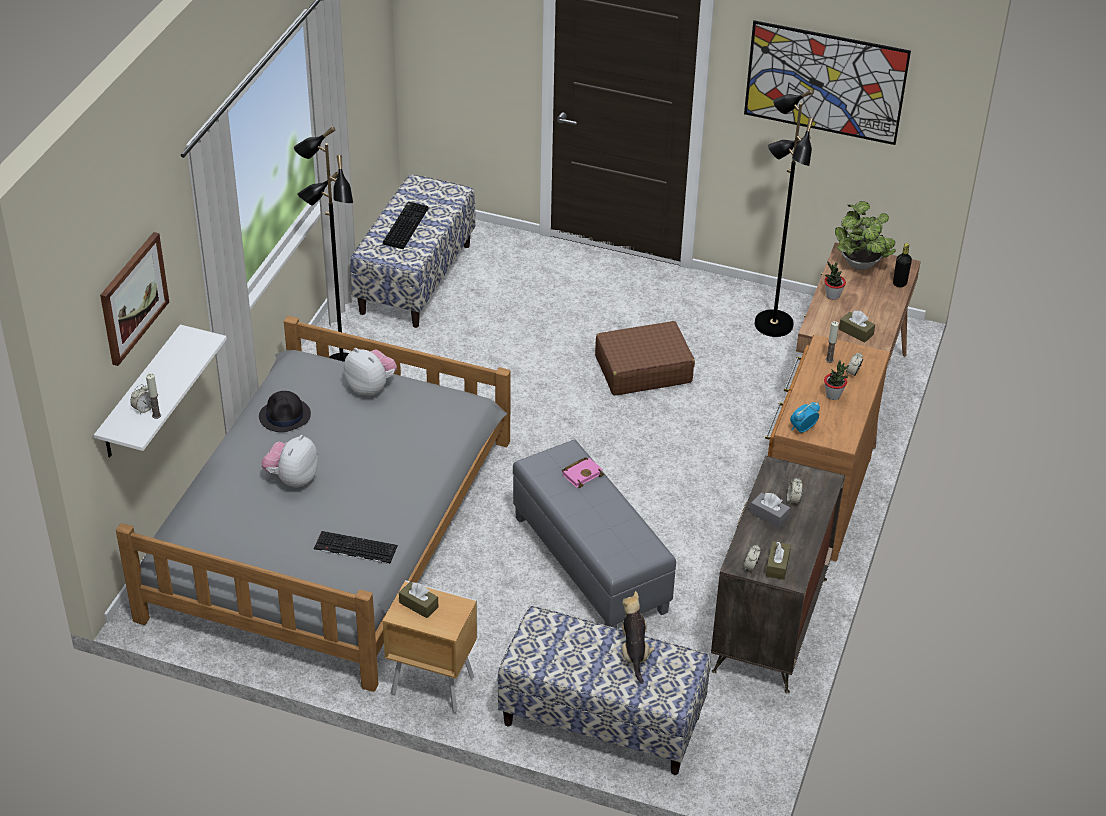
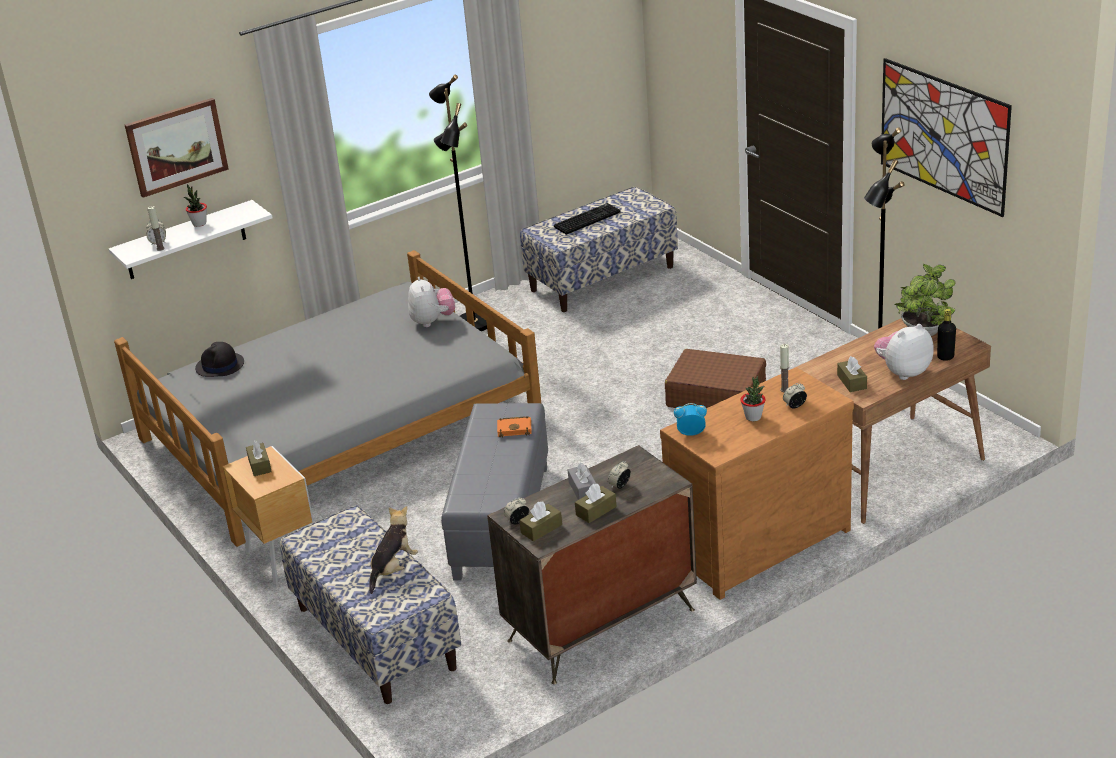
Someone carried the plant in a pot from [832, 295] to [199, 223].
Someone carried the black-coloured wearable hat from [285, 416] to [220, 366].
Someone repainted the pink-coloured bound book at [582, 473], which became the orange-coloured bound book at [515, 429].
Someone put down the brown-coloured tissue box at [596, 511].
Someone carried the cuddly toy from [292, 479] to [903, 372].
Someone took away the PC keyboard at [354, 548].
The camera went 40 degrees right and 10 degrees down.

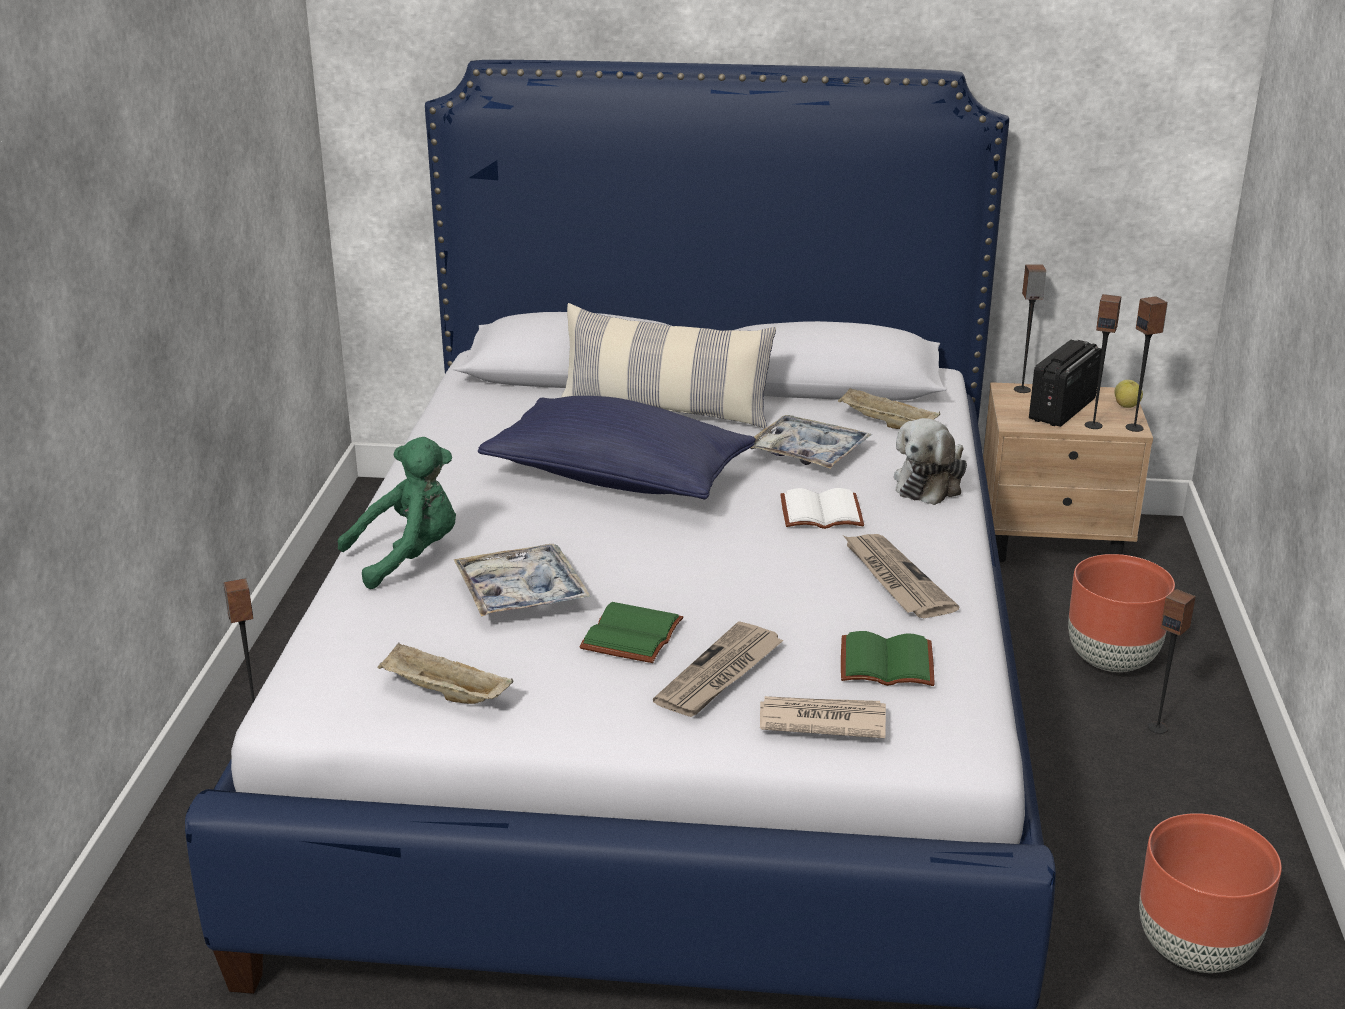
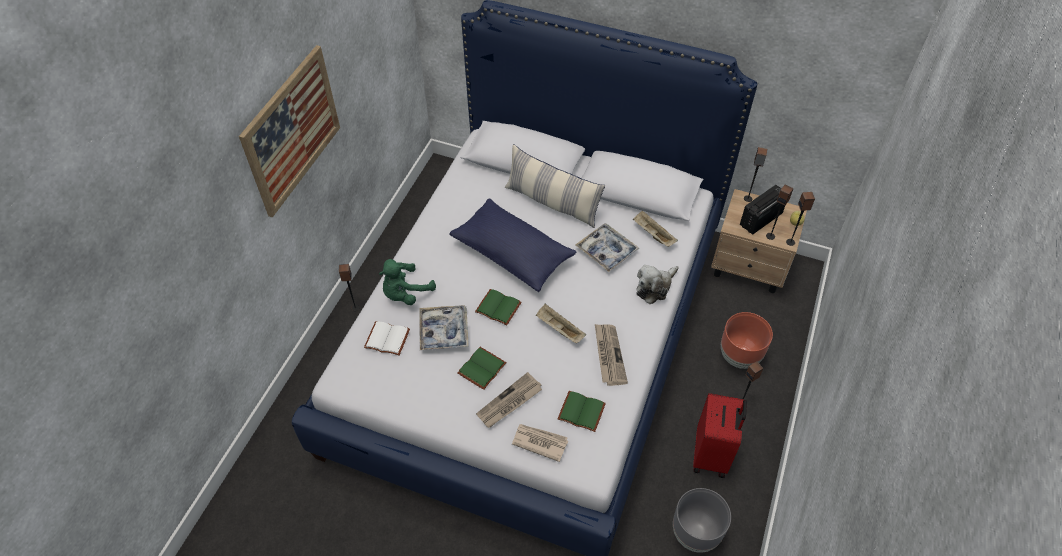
Someone put up the wall art at [292, 131].
Someone carried the white-coloured bound book from [822, 511] to [388, 338].
Someone rotated the green cuddly toy at [408, 557] by 150 degrees clockwise.
Someone put down the green bound book at [499, 307].
Someone carried the sand-coloured carrying tray from [443, 694] to [559, 329].
Someone repainted the brown-coloured plant pot at [1195, 952], which became the gray plant pot at [695, 534].
Someone put down the red travel case at [712, 455].
The camera went 15 degrees right and 25 degrees up.

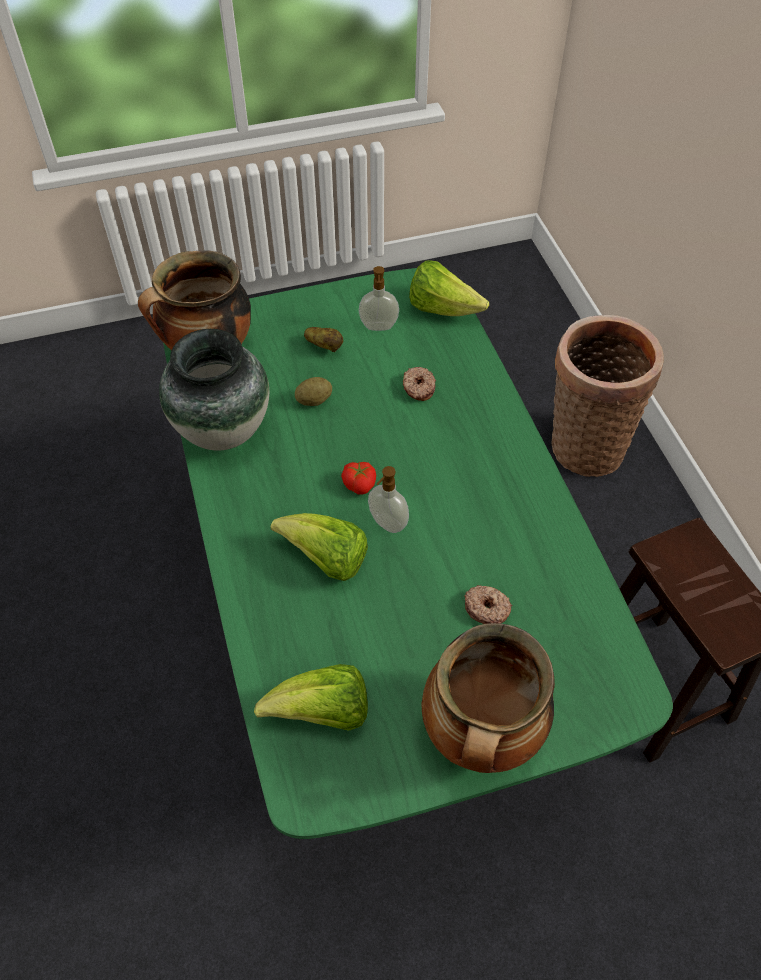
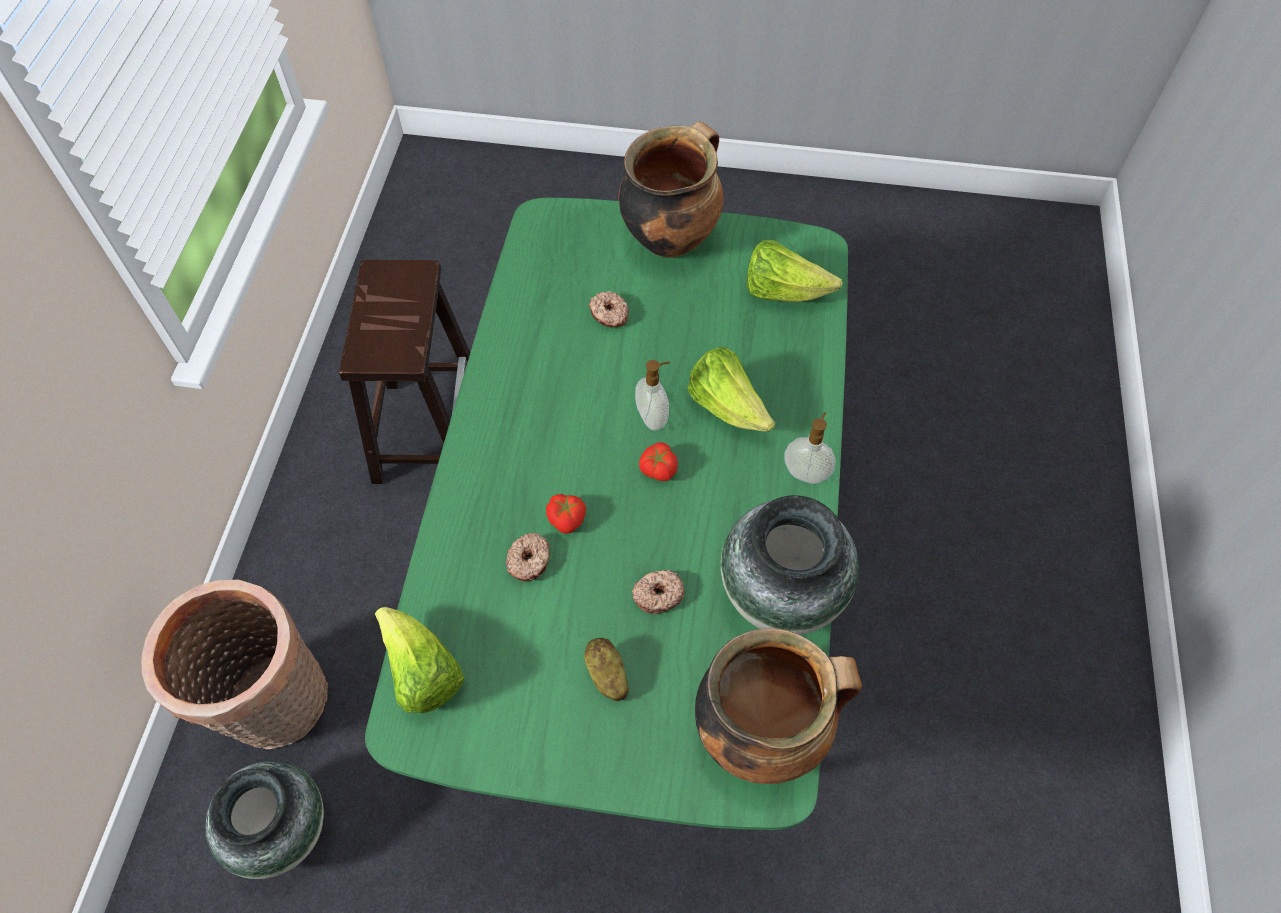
Someone put down the flower vase at [283, 830].
Someone put down the whole tomato at [567, 518].
Someone swapped the potato at [314, 400] for the doughnut at [658, 594].
Someone carried the soap dispenser from [379, 327] to [806, 473].
The camera went 155 degrees left and 5 degrees up.

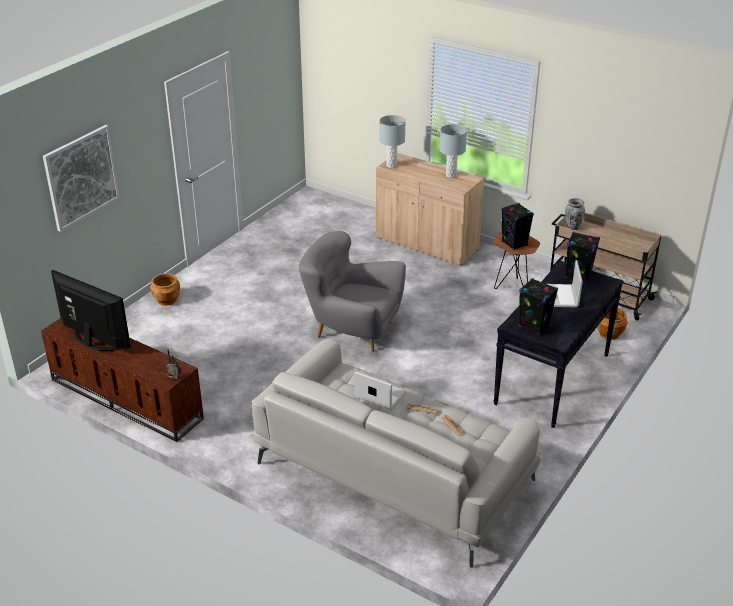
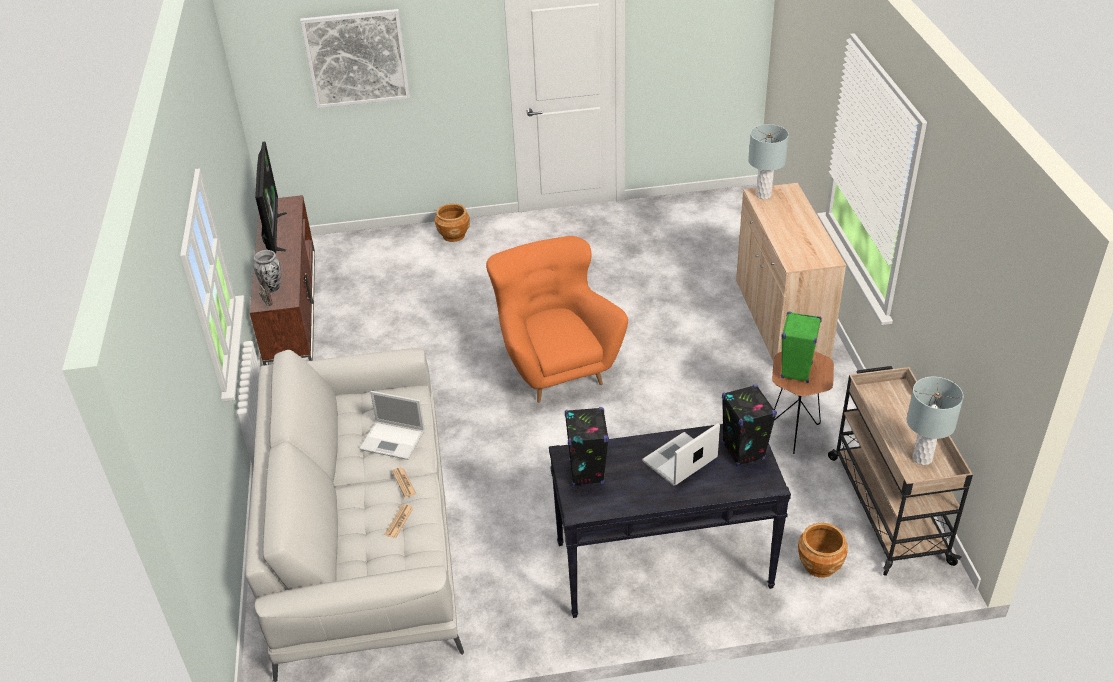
Someone carried the flower vase from [572, 227] to [272, 288].
Someone rotated the notebook computer at [379, 395] by 120 degrees clockwise.
Someone repainted the gray easy chair at [352, 330], which became the orange-coloured easy chair at [555, 367].
Someone repainted the black-coloured loudspeaker at [514, 244], which became the green loudspeaker at [796, 371].
Someone carried the gray lamp for a table from [451, 175] to [921, 458].
The camera went 50 degrees right and 5 degrees up.

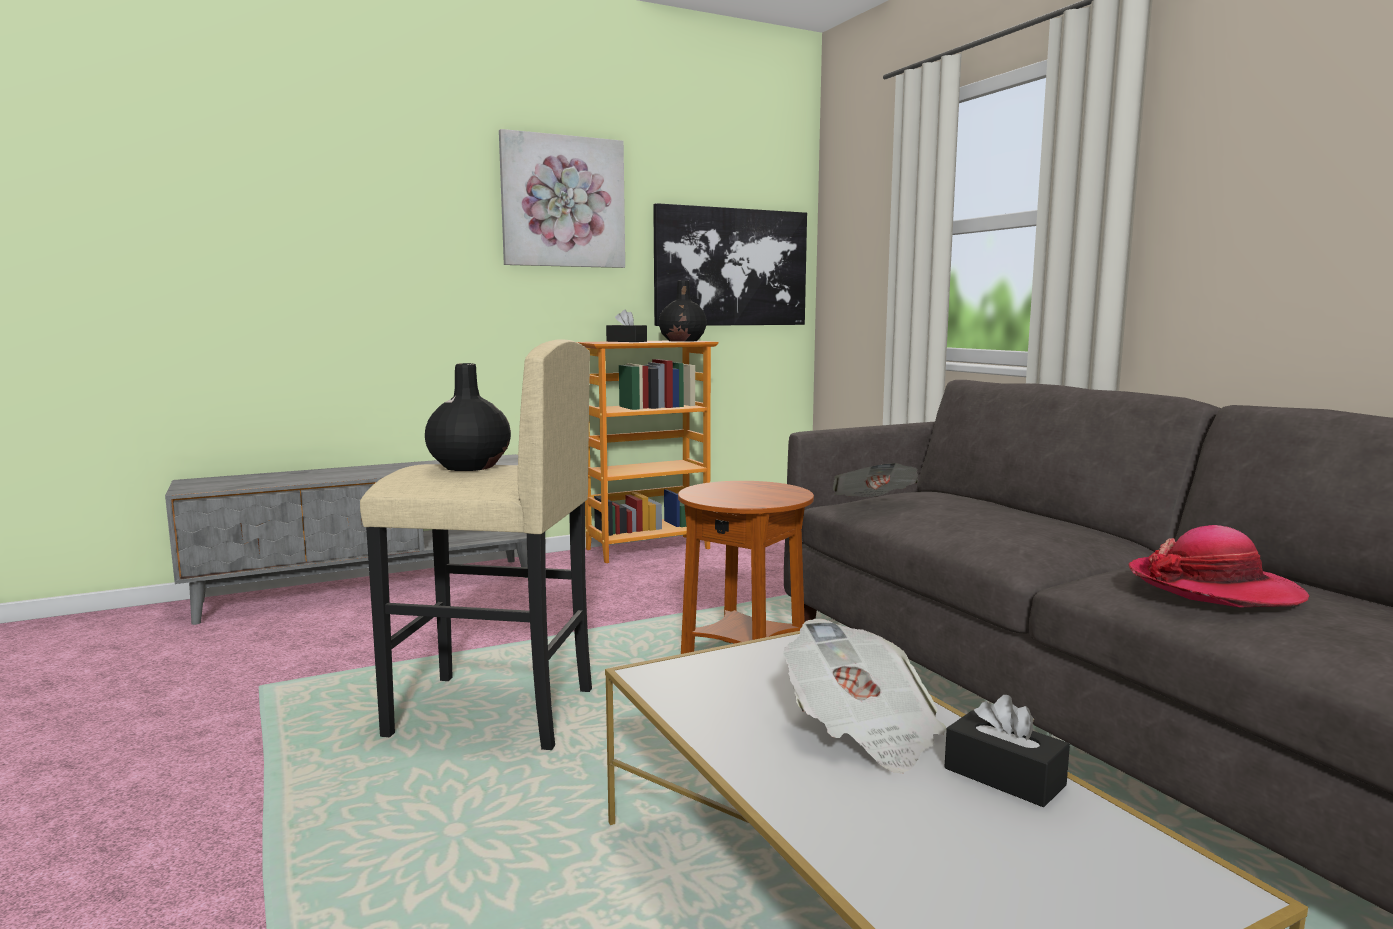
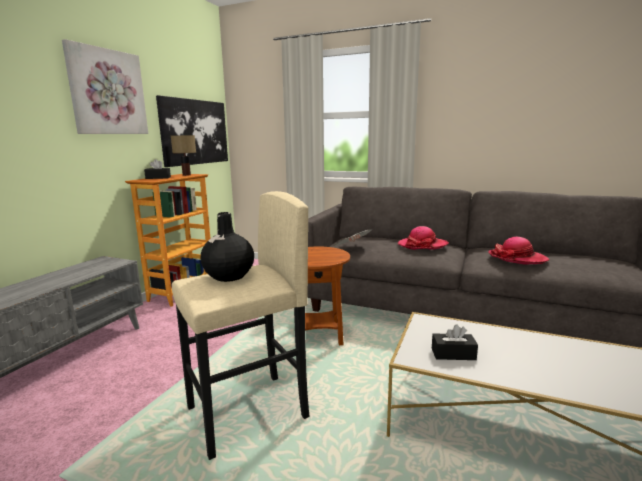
Someone swapped the black-coloured flower vase at [683, 341] for the lamp for a table at [187, 175].
Someone put down the wearable hat at [422, 245].
Someone carried the black-coloured tissue box from [1004, 777] to [453, 354].
Someone took away the printed paper at [862, 732].
The camera went 40 degrees left and 5 degrees up.

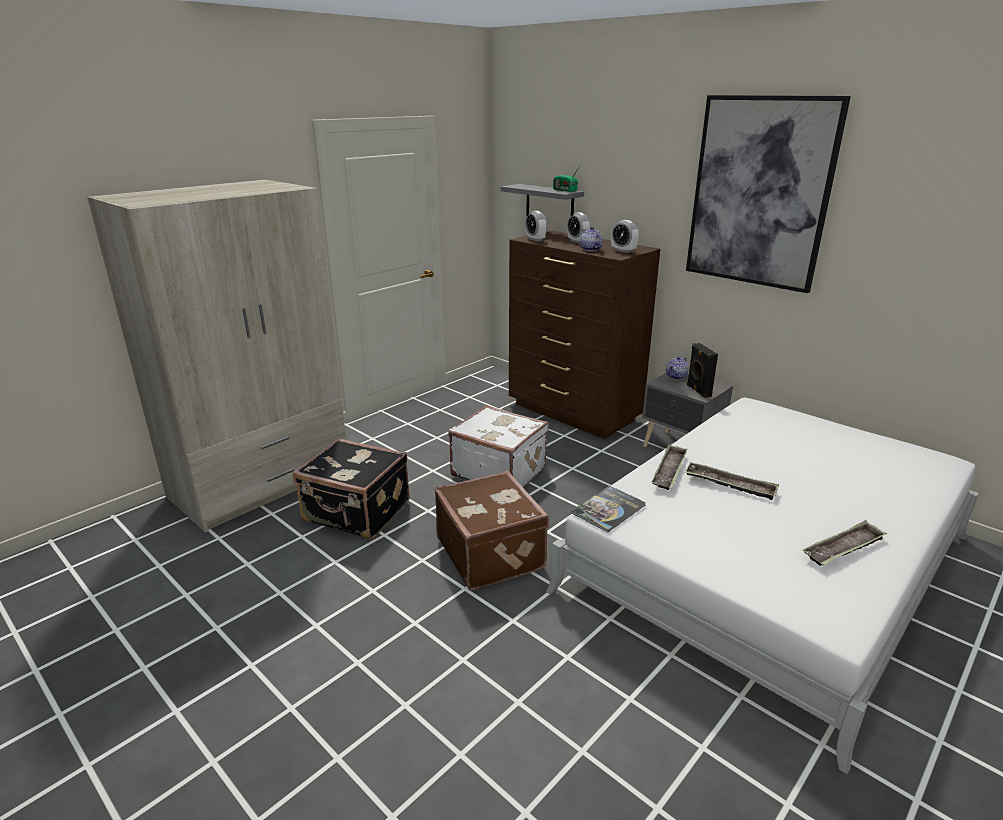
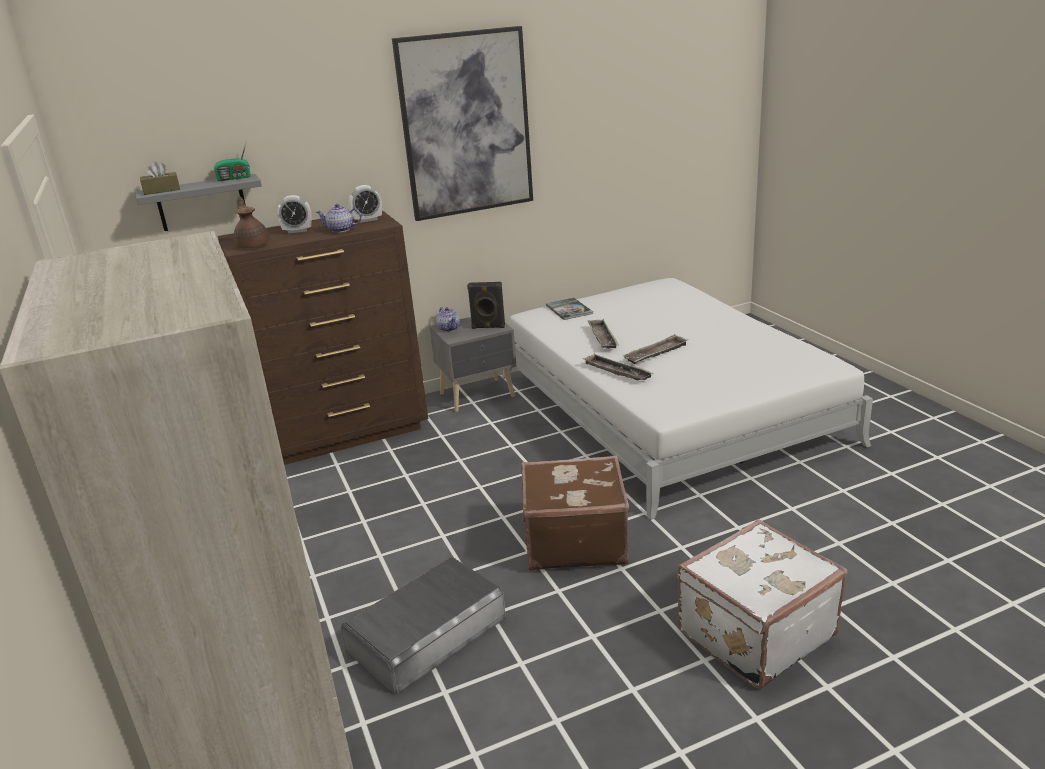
Someone put down the brown-coloured tissue box at [162, 190].
Someone swapped the table clock at [535, 239] for the brown-coloured teapot at [253, 245].
Someone swapped the black-coloured travel case at [356, 513] for the gray storage bin at [427, 633].
Someone carried the bound book from [608, 509] to [569, 309].
Someone carried the carrying tray from [843, 548] to [602, 338].
Someone carried the white-coloured travel case from [499, 471] to [753, 632].
The camera went 65 degrees left and 0 degrees up.

